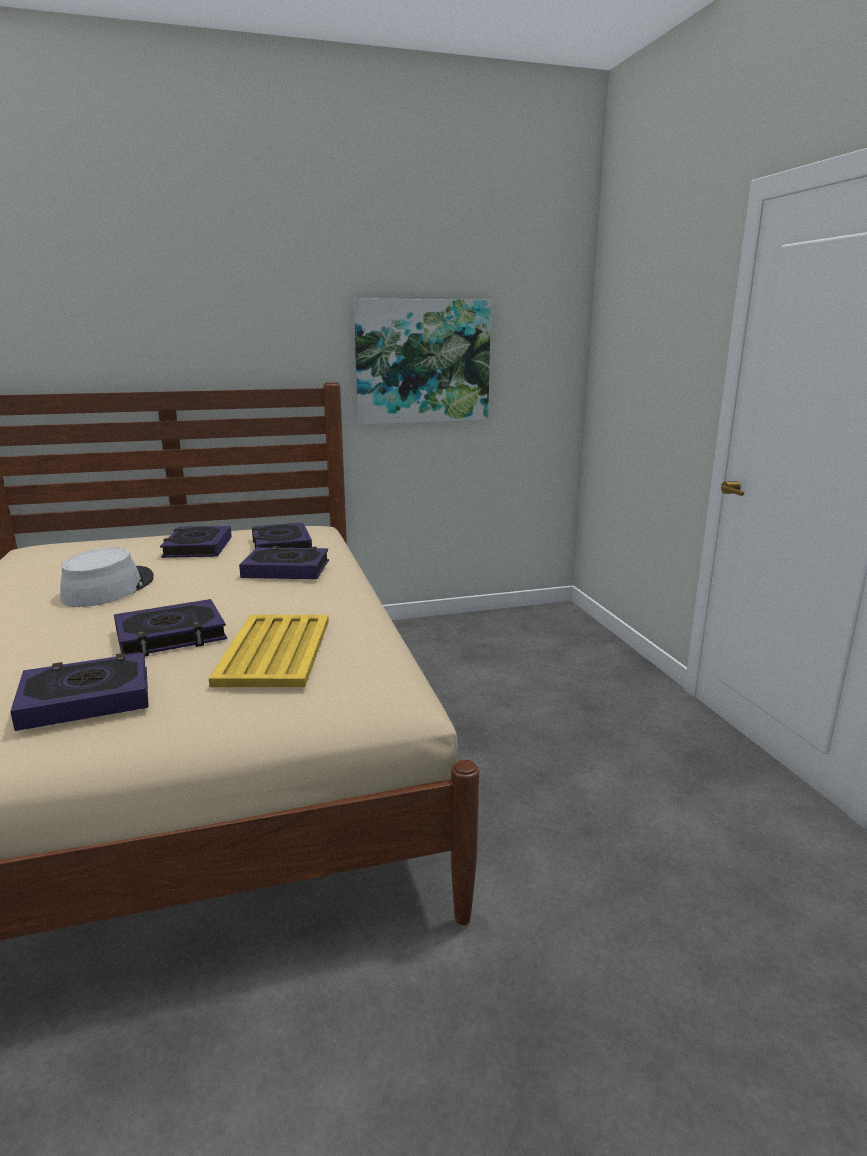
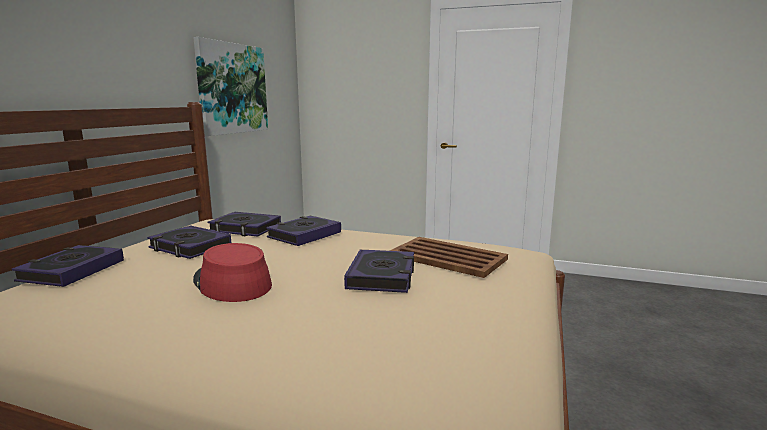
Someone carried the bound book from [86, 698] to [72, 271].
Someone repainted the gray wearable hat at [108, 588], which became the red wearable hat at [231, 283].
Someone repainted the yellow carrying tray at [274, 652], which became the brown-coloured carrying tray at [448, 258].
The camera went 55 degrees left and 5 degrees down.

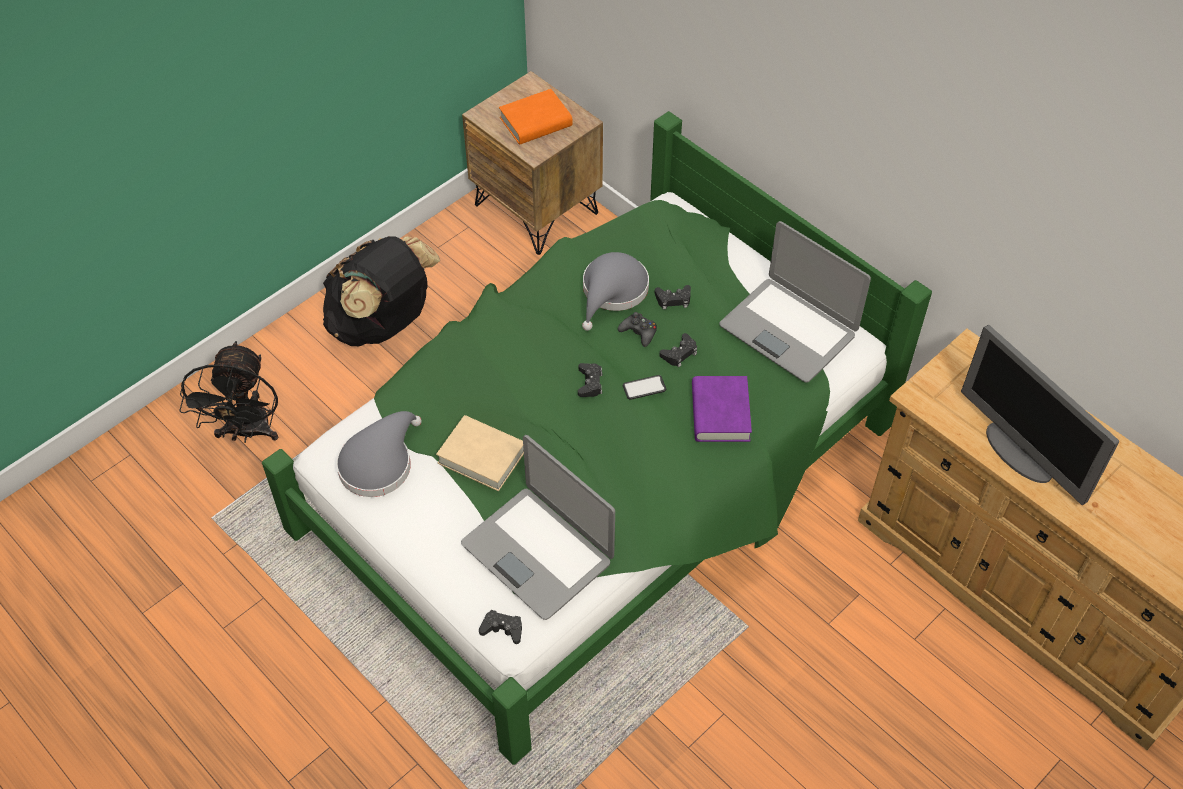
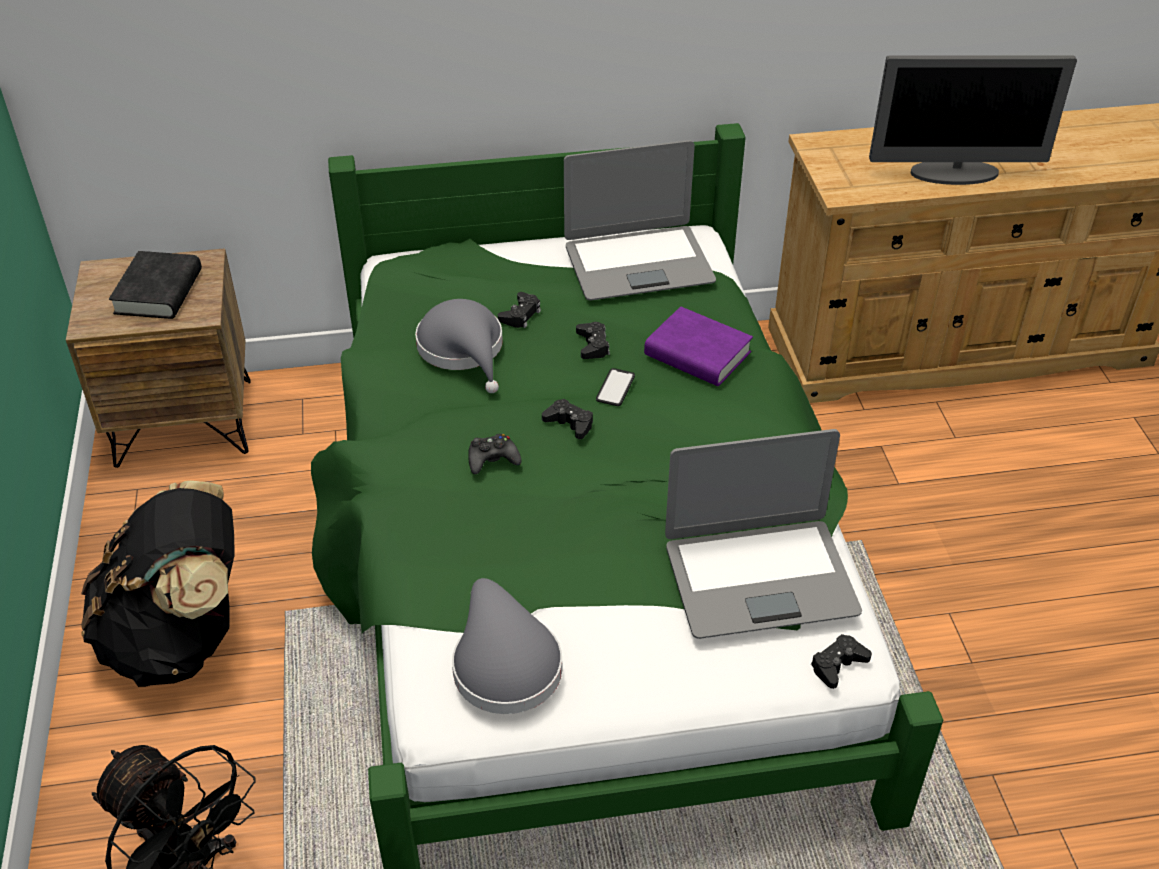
Someone repainted the orange-coloured bound book at [536, 122], which became the black-coloured bound book at [159, 292].
Someone carried the black-coloured joypad from [639, 332] to [492, 459].
Someone took away the sand-coloured bound book at [482, 456].
The camera went 55 degrees left and 10 degrees down.

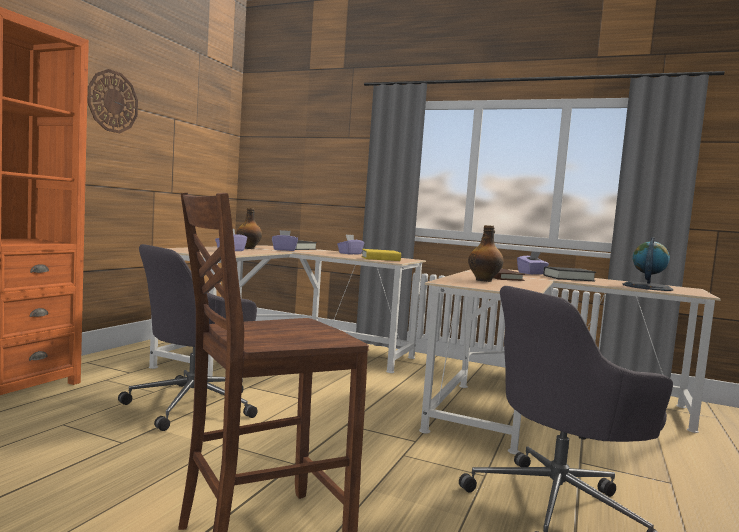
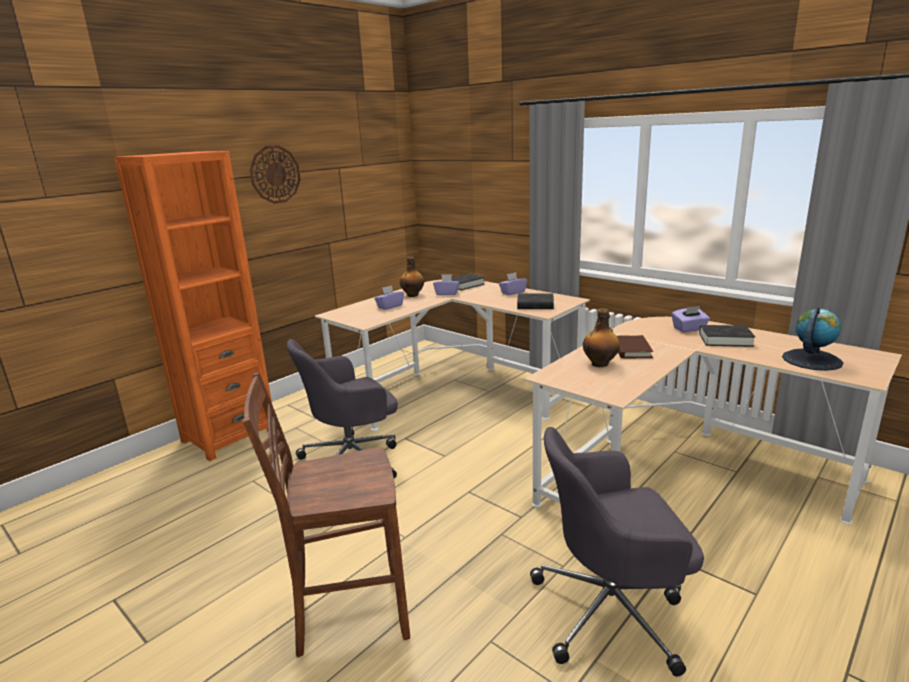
Someone repainted the yellow bound book at [380, 259], which became the black-coloured bound book at [535, 305].
The camera went 20 degrees right and 15 degrees up.

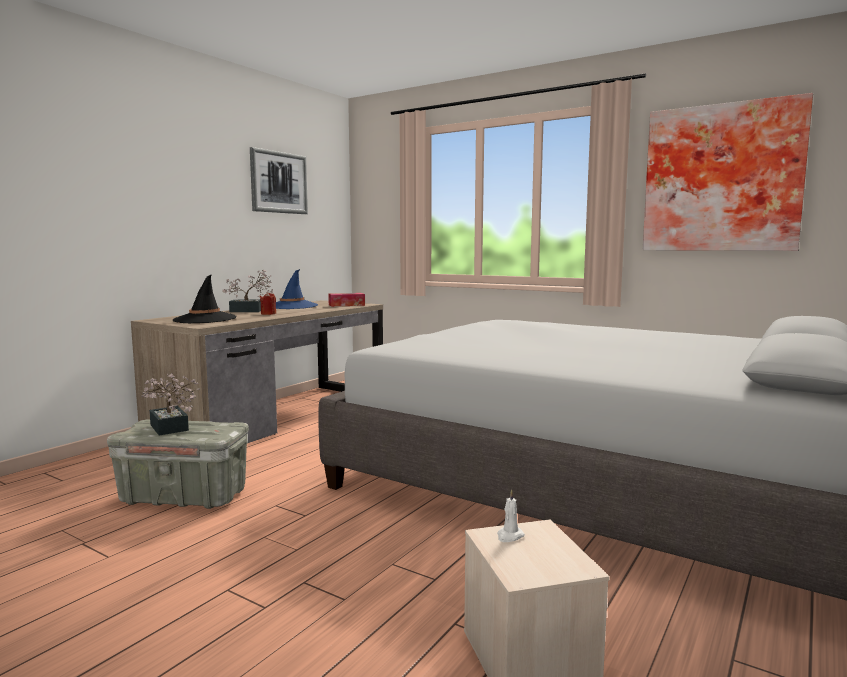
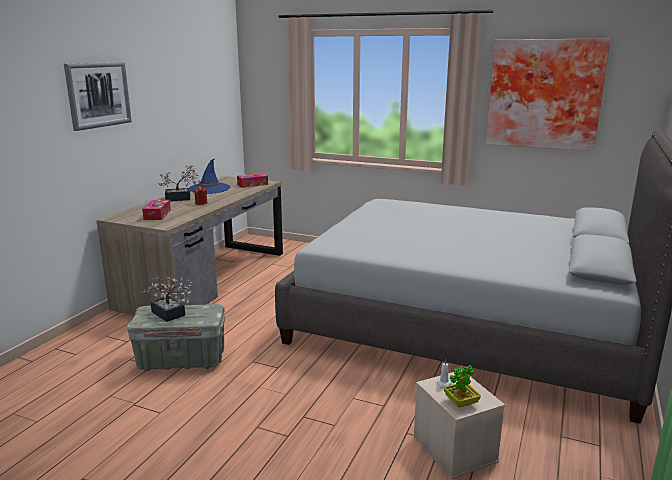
Someone carried the wall art from [279, 182] to [98, 95].
Someone swapped the black-coloured wearable hat at [205, 319] for the tissue box at [157, 215].
Someone put down the plant in a pot at [461, 403].
The camera went 10 degrees left and 10 degrees up.

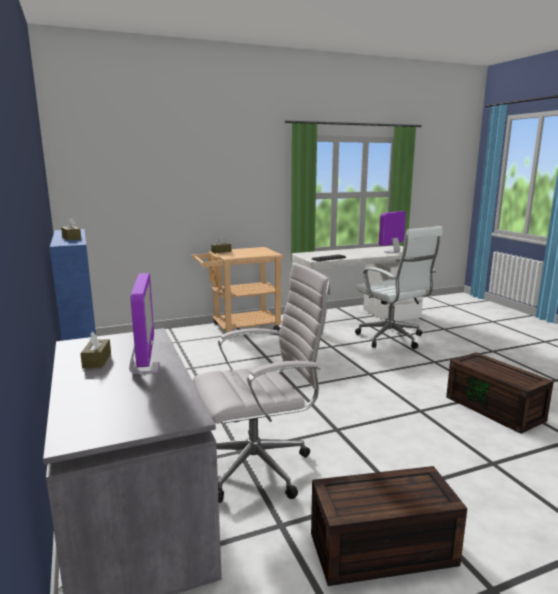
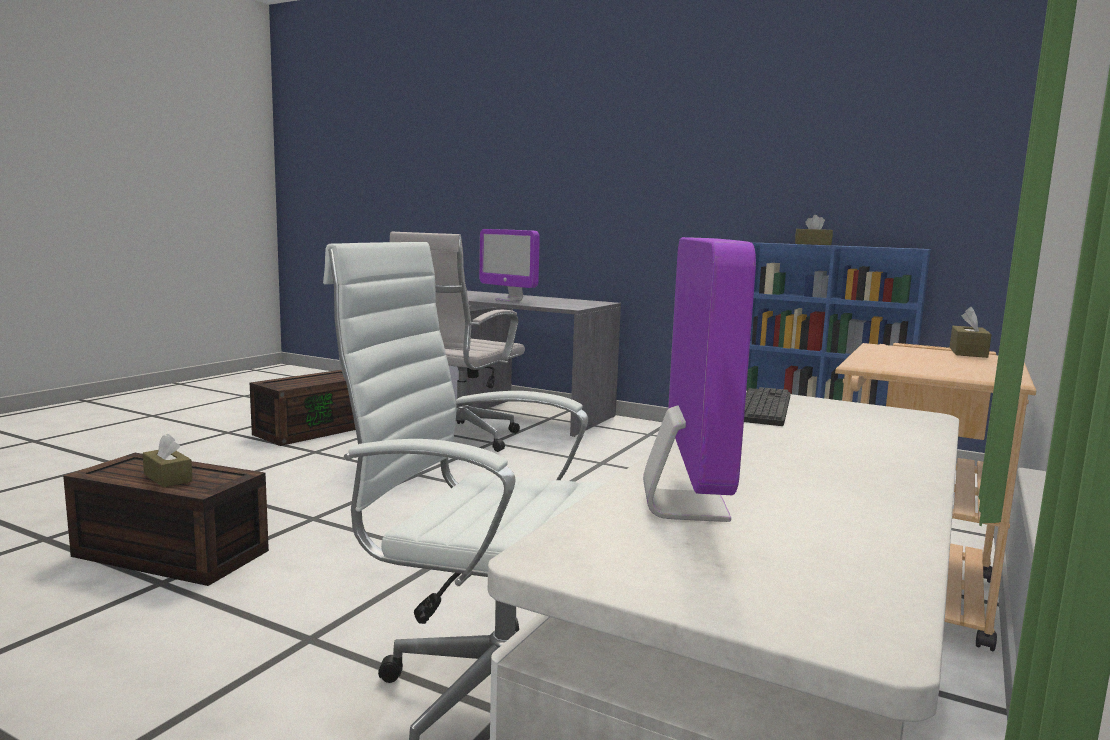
Someone carried the brown-coloured tissue box from [97, 360] to [168, 478].
The camera went 140 degrees right and 5 degrees down.

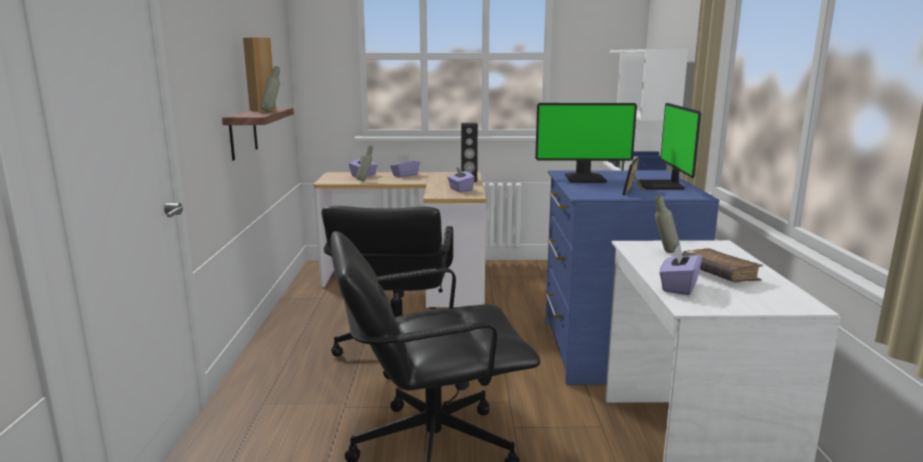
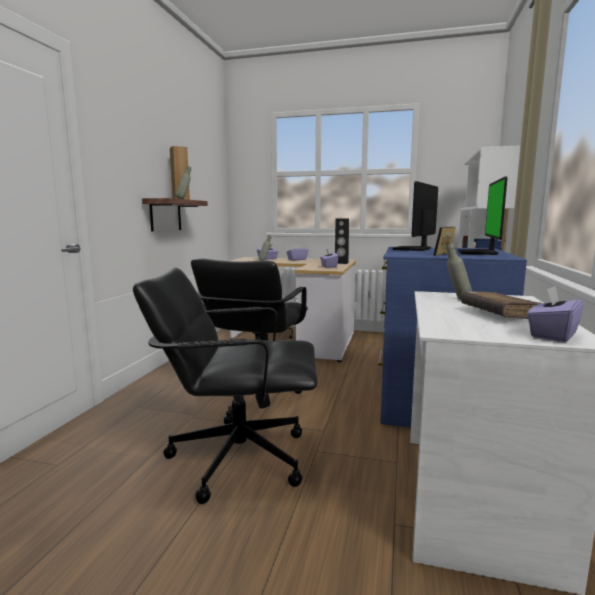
Someone rotated the computer screen at [585, 178] by 105 degrees clockwise.
Someone carried the purplish tissue box from [678, 287] to [552, 335].
The camera went 15 degrees right and 5 degrees down.

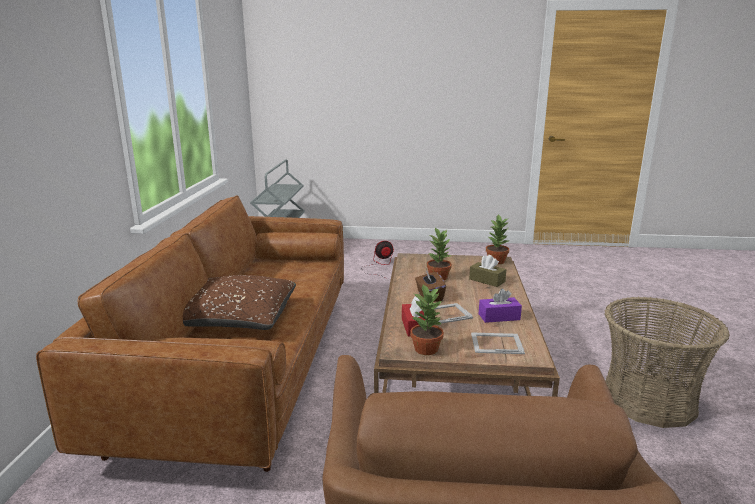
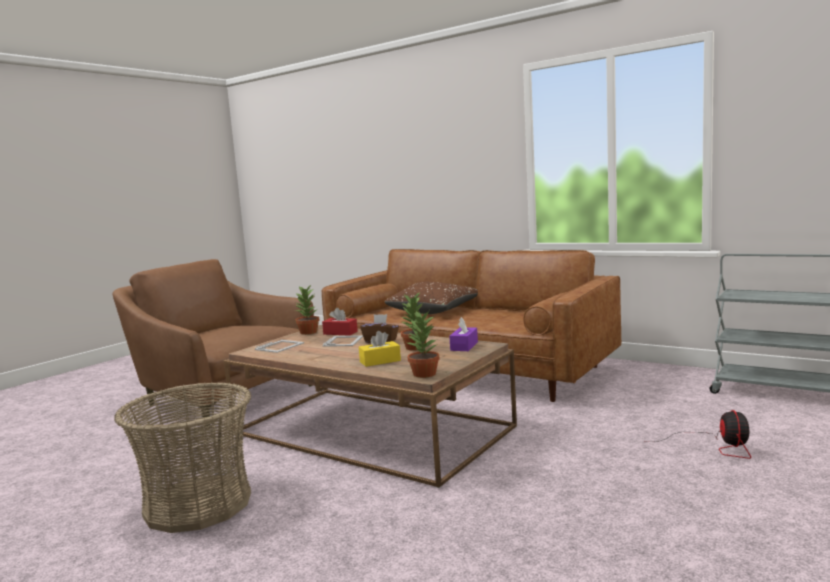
Someone repainted the brown-coloured tissue box at [487, 280], which became the yellow tissue box at [380, 361].
Someone carried the purplish tissue box from [499, 317] to [464, 346].
The camera went 120 degrees right and 10 degrees down.

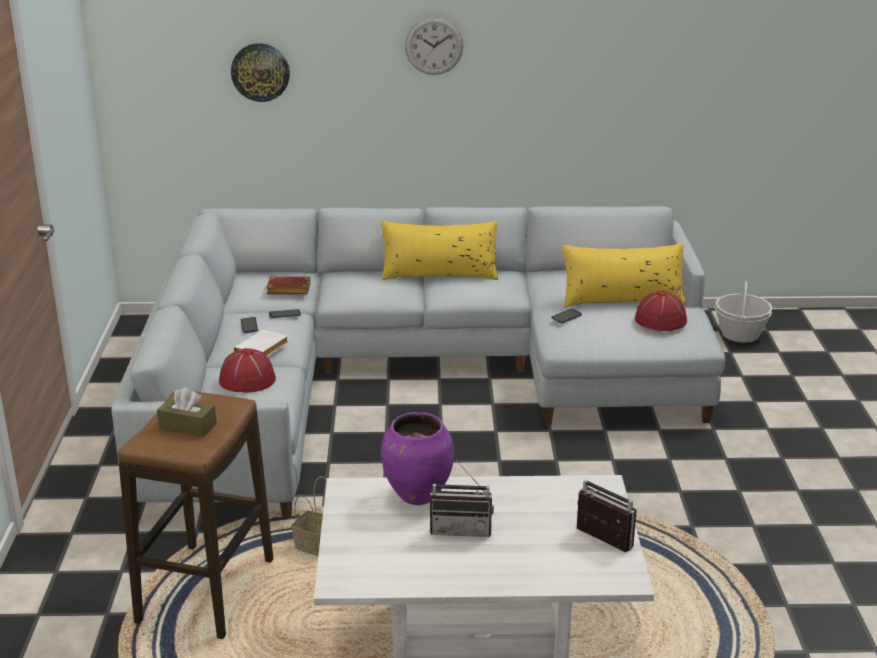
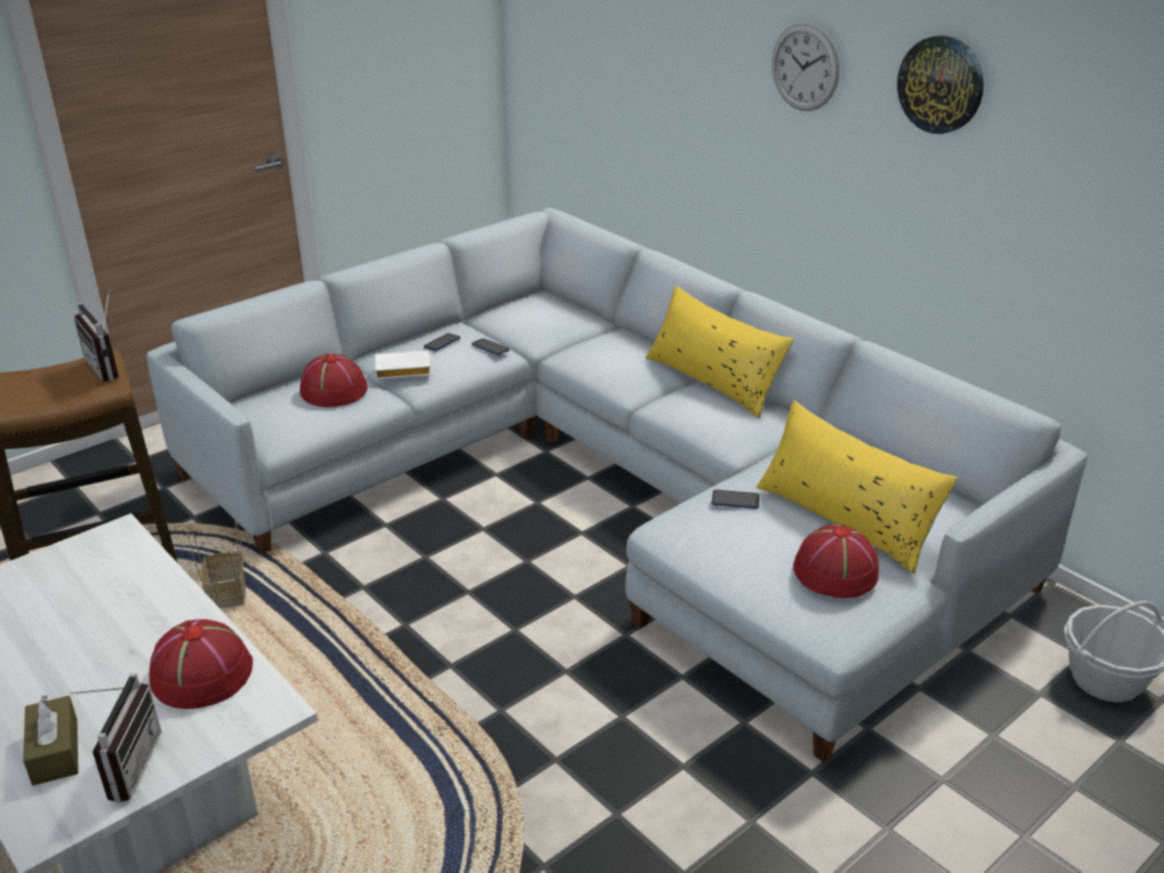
Someone carried the brown-coloured tissue box from [188, 426] to [55, 751].
Someone carried the radio from [461, 529] to [110, 367].
Someone put down the red wearable hat at [200, 673].
Someone carried the hanging clock from [260, 72] to [941, 84].
Someone took away the brown-coloured bound book at [287, 290].
Someone took away the purplish flower vase at [418, 496].
The camera went 50 degrees right and 5 degrees up.

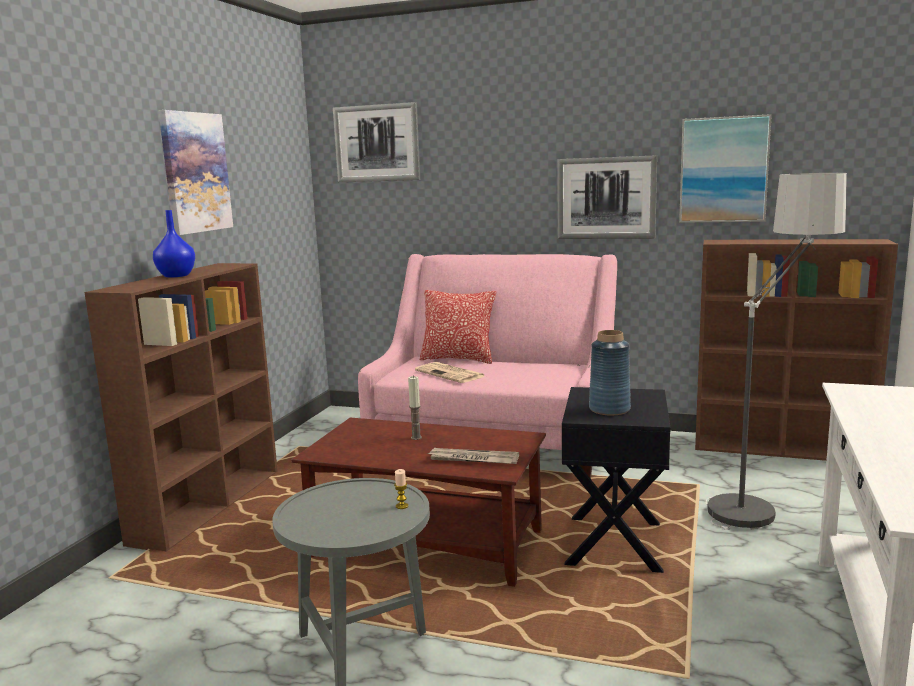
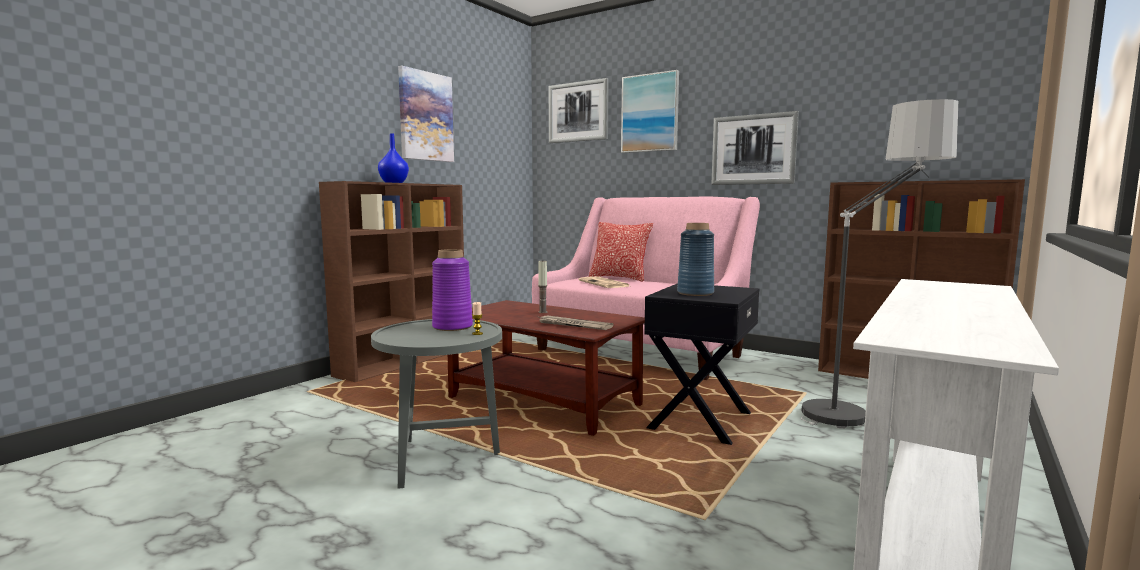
Someone put down the purplish flower vase at [452, 327].
Someone carried the wall art from [723, 170] to [650, 113].
The camera went 15 degrees right and 5 degrees down.

